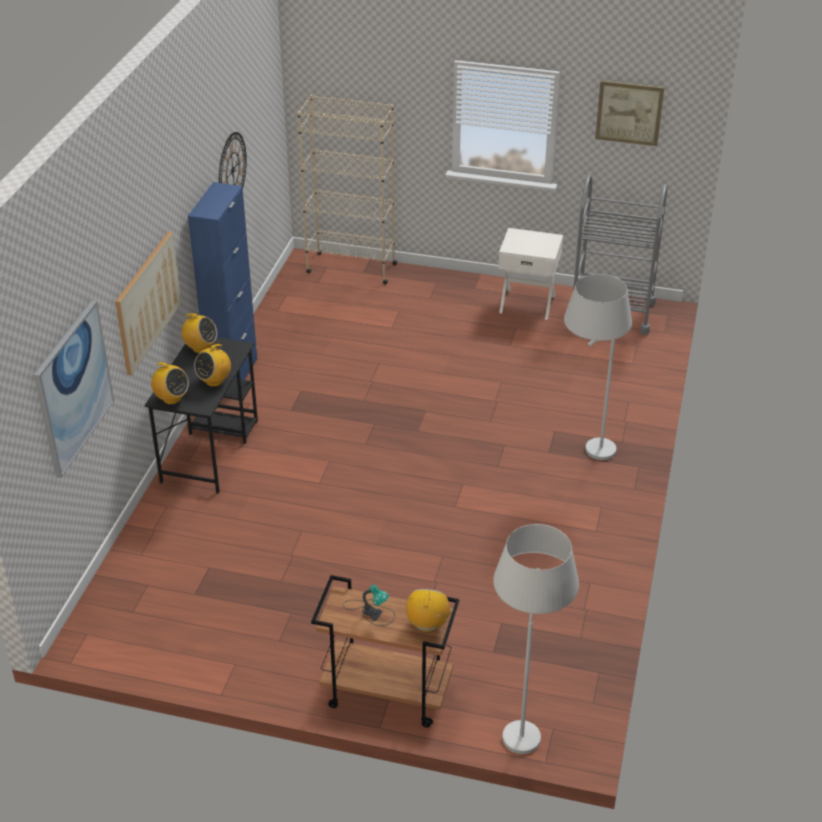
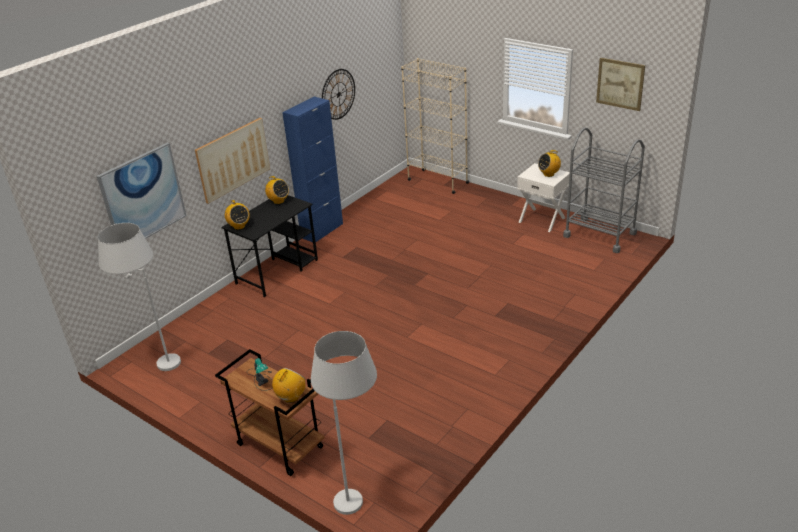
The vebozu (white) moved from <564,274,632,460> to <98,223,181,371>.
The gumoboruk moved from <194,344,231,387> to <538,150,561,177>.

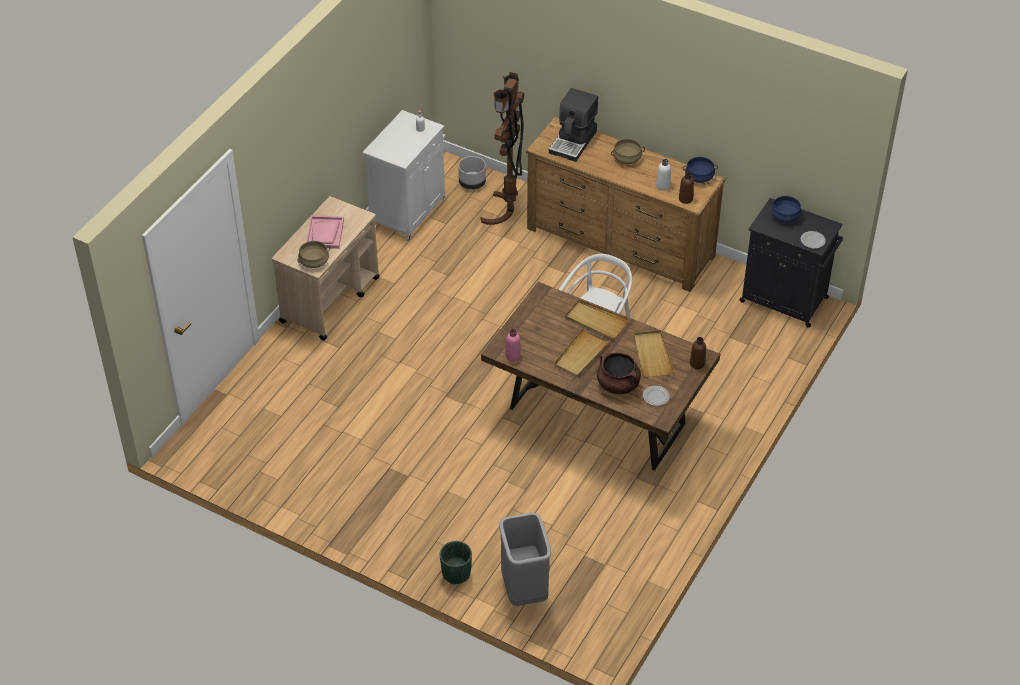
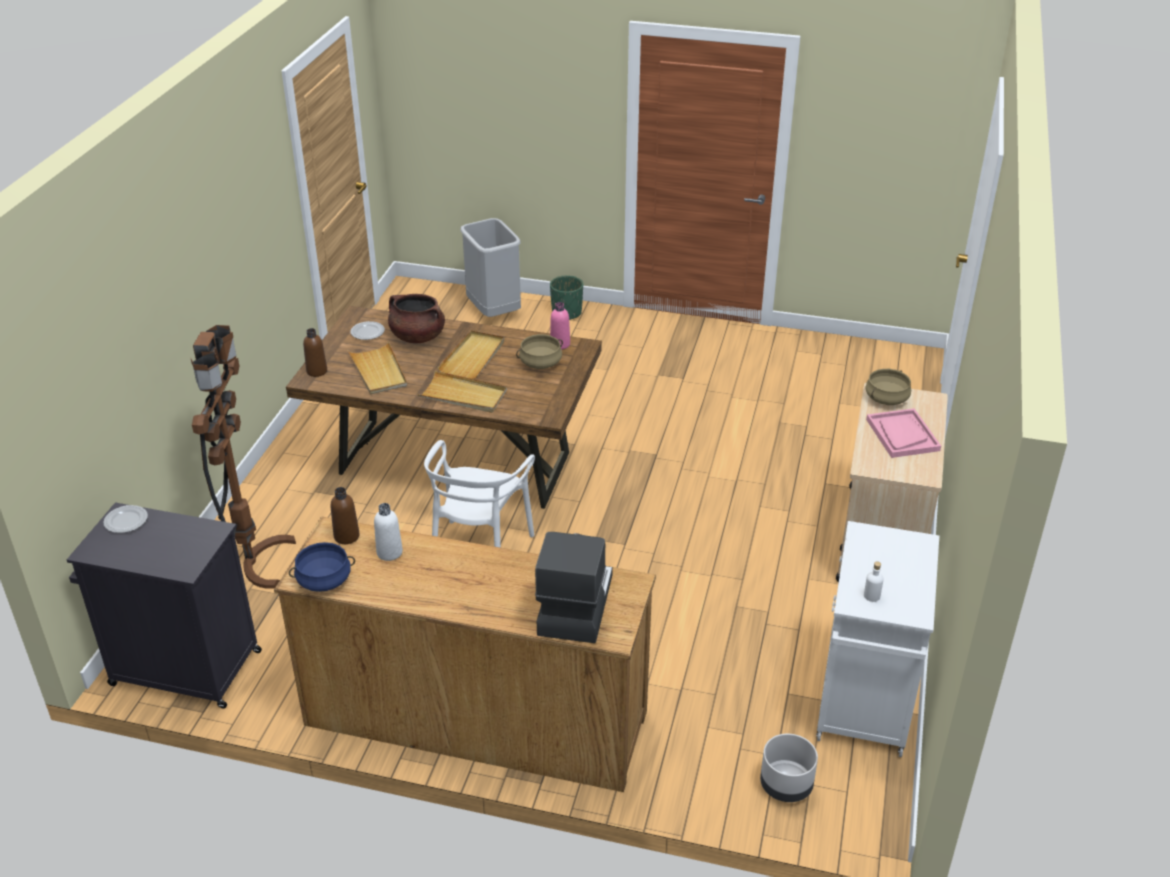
The vebozu (brown) moved from <481,72,524,225> to <191,325,296,589>.
The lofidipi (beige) moved from <611,139,645,164> to <516,334,563,369>.
The lofidipi (blue) at <771,195,801,223> disappeared.

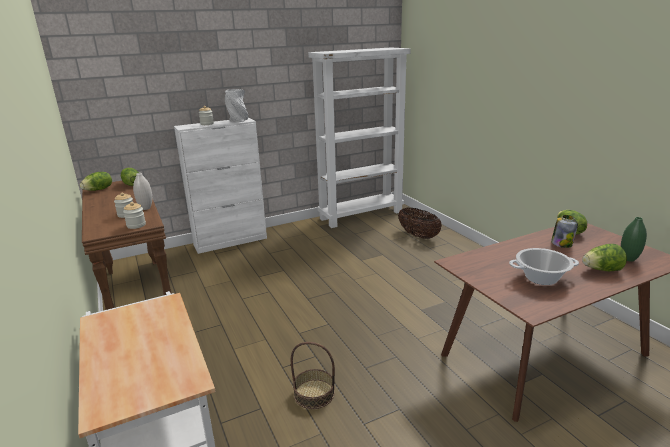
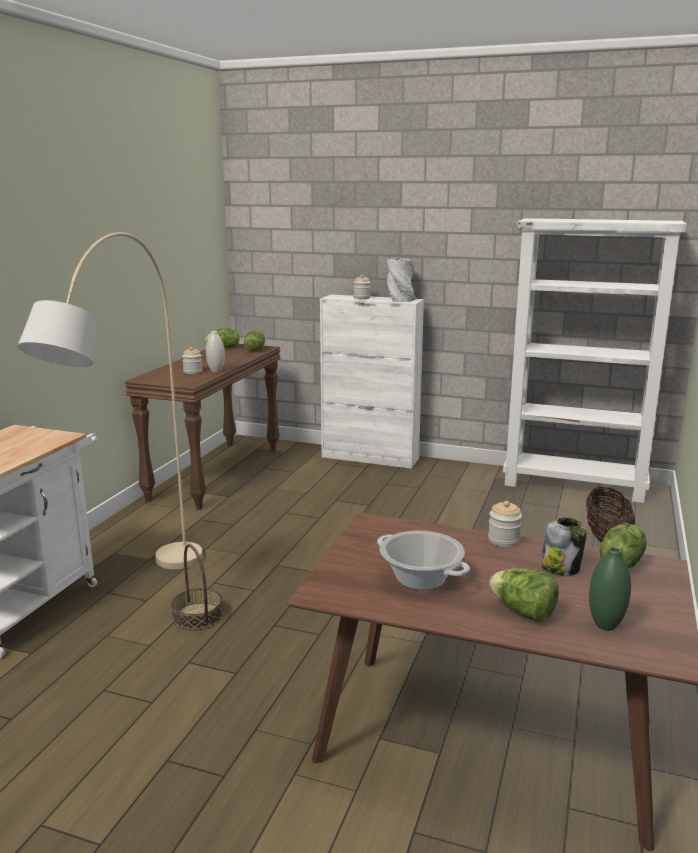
The vebozu (beige) at <17,232,203,569> appeared.
The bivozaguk moved from <123,202,146,229> to <488,501,522,547>.

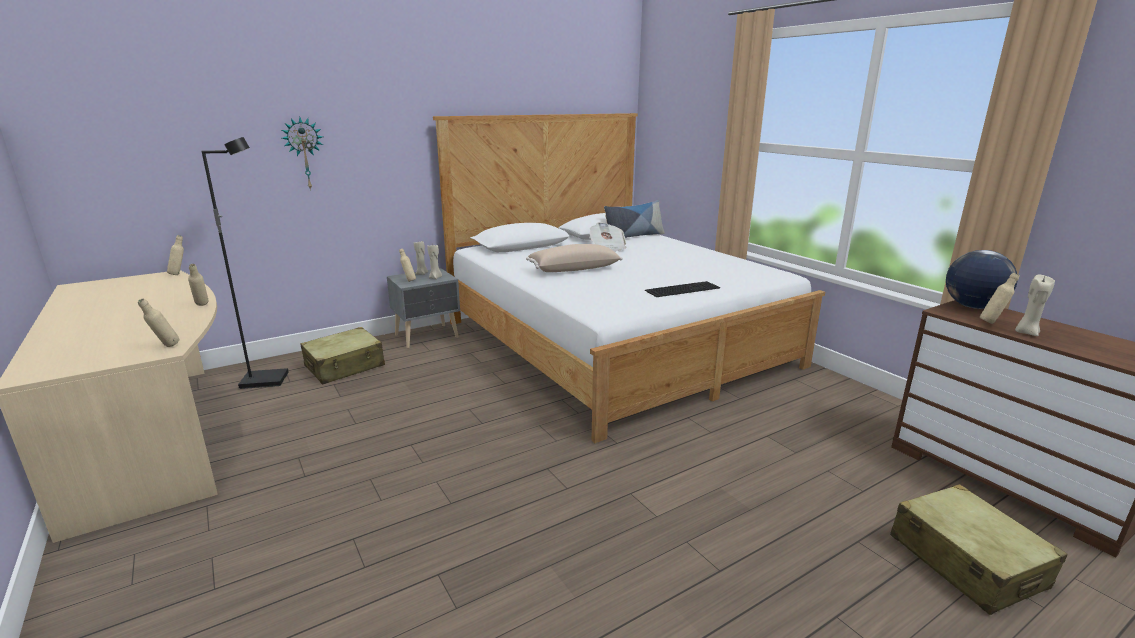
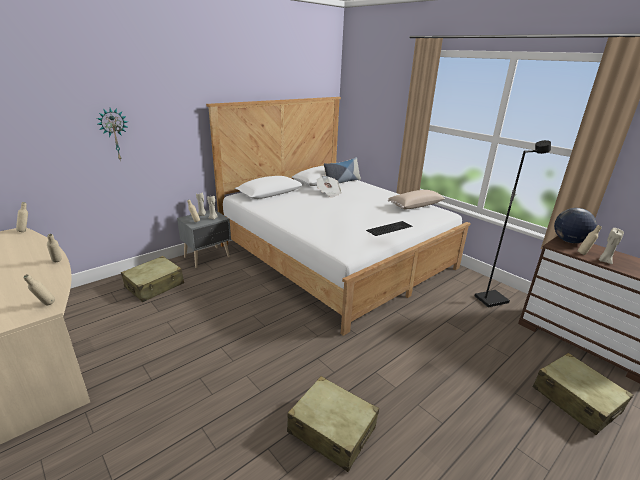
The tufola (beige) at <287,376,379,472> appeared.
The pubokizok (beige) moved from <526,244,623,272> to <388,190,445,210>.
The vebozu (black) moved from <201,137,289,389> to <475,140,551,307>.

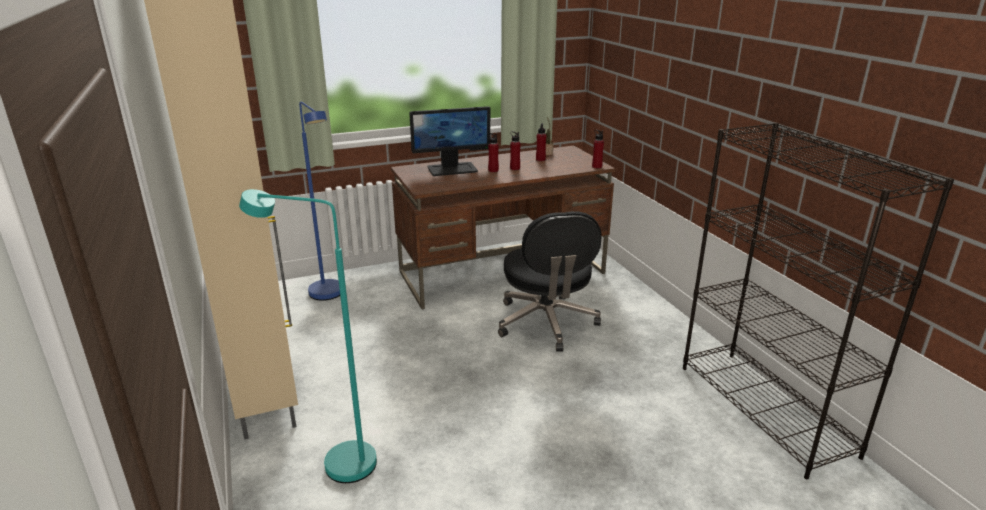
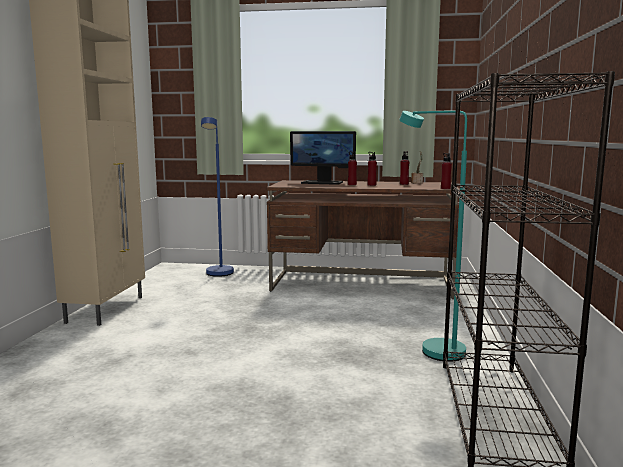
The vebozu (turquoise) moved from <239,189,377,483> to <399,110,467,362>.
The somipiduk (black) at <498,211,602,352> disappeared.

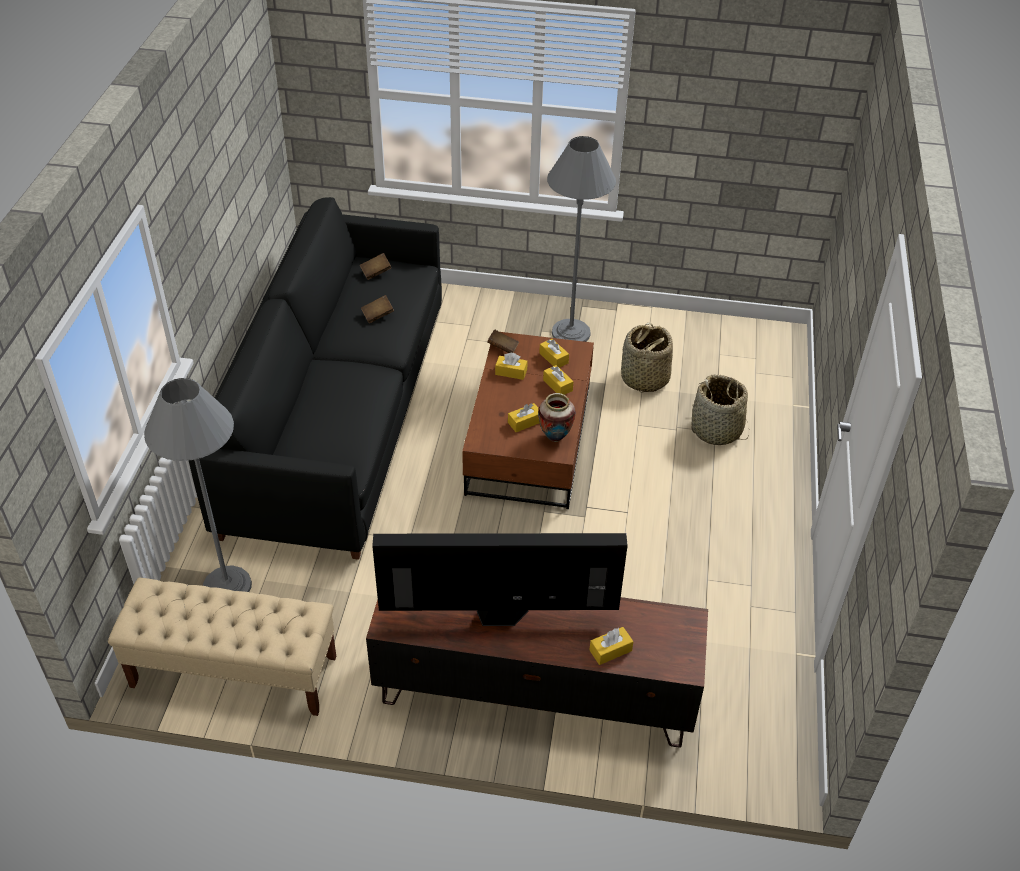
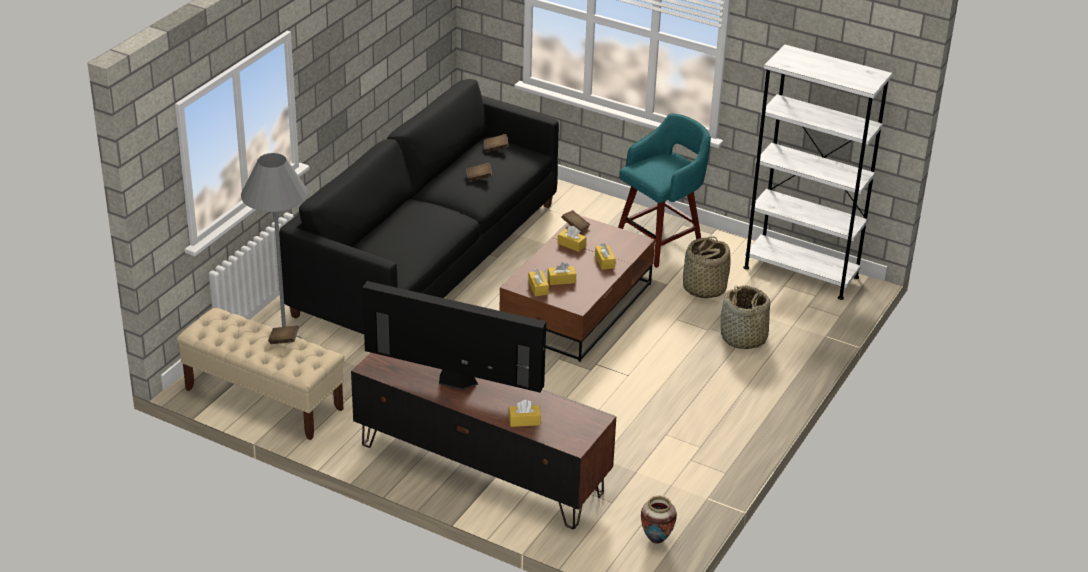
The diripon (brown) at <268,325,299,344> appeared.
The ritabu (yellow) moved from <539,339,569,368> to <528,269,549,296>.
The vebozu (grey) at <547,136,616,342> was replaced by the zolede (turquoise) at <618,113,711,268>.
The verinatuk moved from <538,393,575,442> to <641,495,677,544>.
The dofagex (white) at <743,44,892,300> appeared.

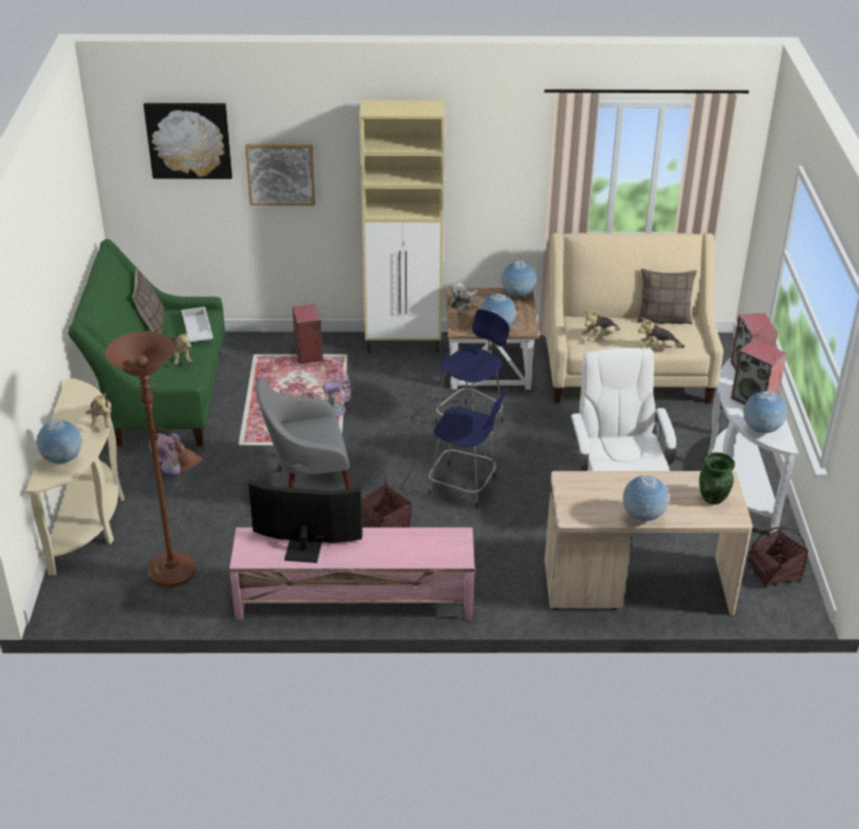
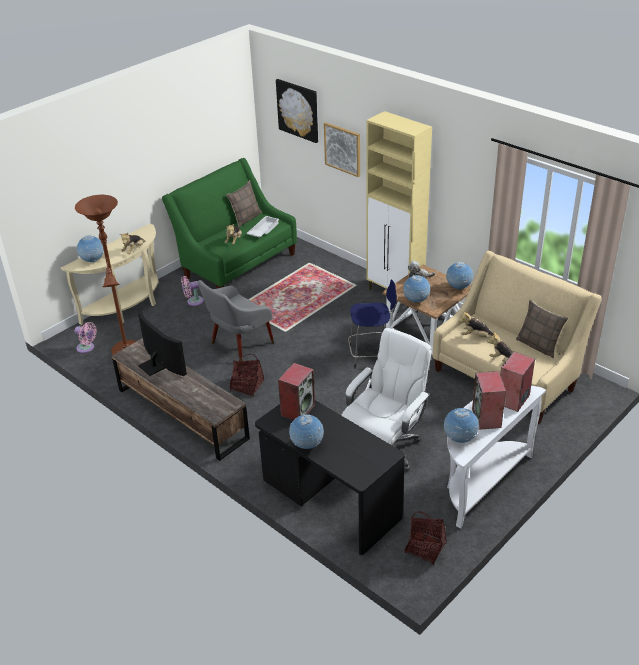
The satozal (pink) moved from <323,369,351,417> to <74,322,97,353>.
The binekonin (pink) at <230,528,475,620> became the binekonin (brown) at <112,338,250,461>.
The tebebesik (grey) at <256,377,351,490> turned 75 degrees counterclockwise.
The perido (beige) at <545,471,753,616> became the perido (black) at <255,400,405,555>.
The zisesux moved from <292,304,323,364> to <278,363,315,420>.
The zolede (blue) at <429,388,507,508> disappeared.
The verinatuk (green) at <699,452,735,505> disappeared.

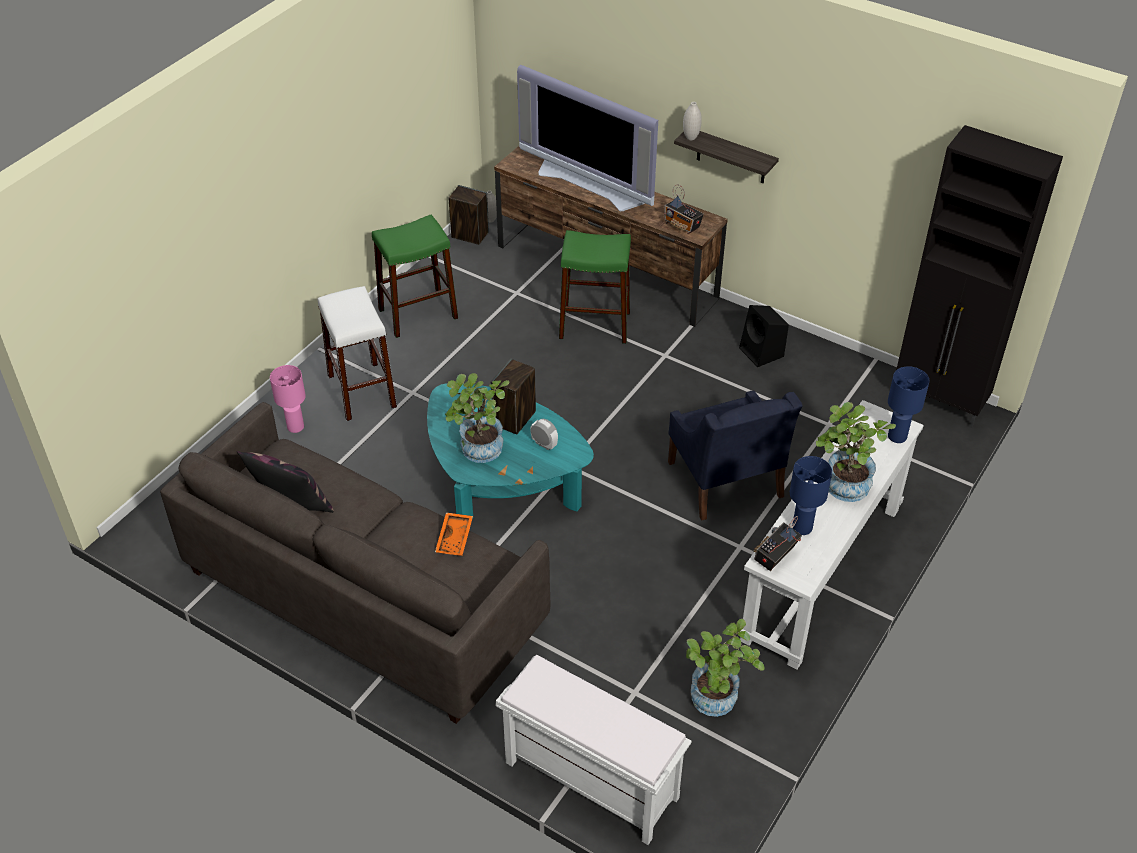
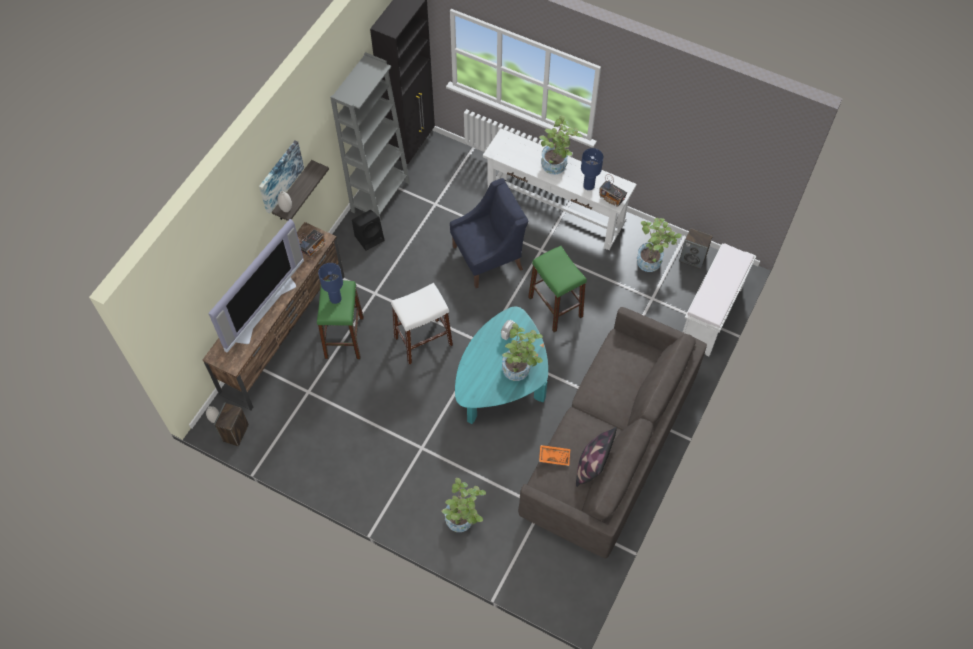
The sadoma at <259,140,304,213> appeared.
The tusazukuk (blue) moved from <888,366,930,443> to <318,263,343,304>.
The dofagex (grey) at <330,52,410,224> appeared.
The zolede (white) moved from <318,286,397,421> to <391,283,453,365>.
The tusazukuk (pink) at <270,365,306,433> was replaced by the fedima at <442,478,486,532>.
The zolede (green) moved from <372,215,458,338> to <528,246,587,332>.
The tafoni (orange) moved from <435,513,473,556> to <539,445,570,466>.
The zisesux moved from <491,358,536,435> to <679,228,713,269>.

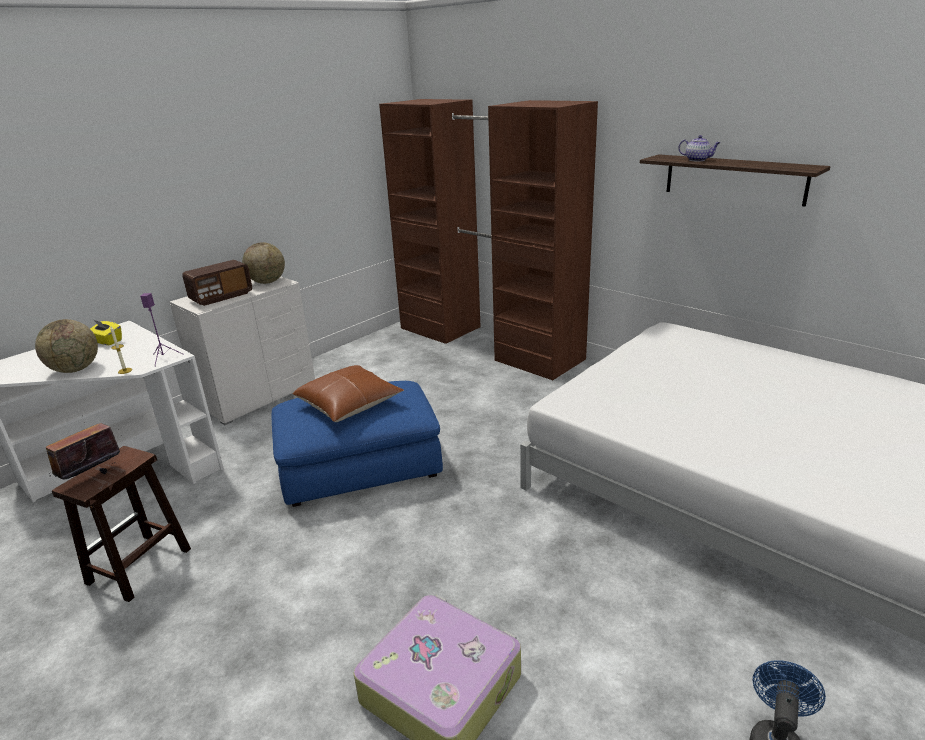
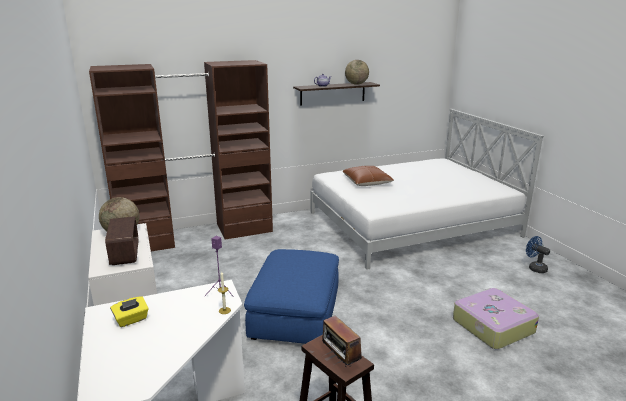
The pubokizok (brown) moved from <293,365,404,422> to <343,166,394,186>.
The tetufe moved from <35,319,98,373> to <345,60,369,85>.

